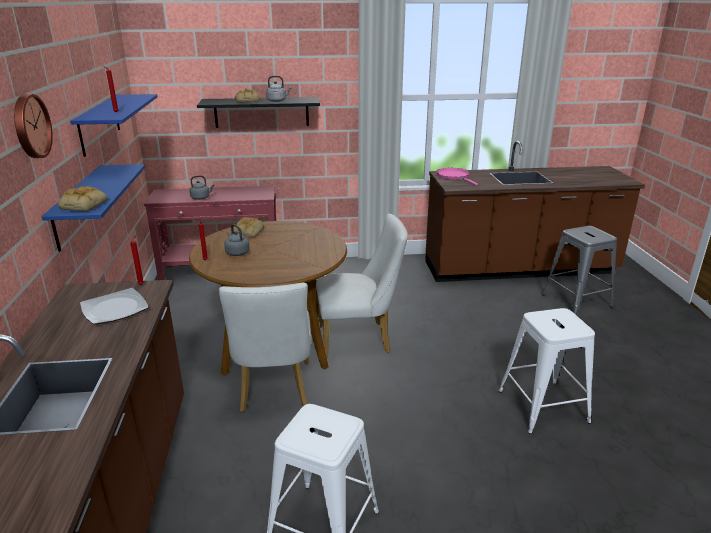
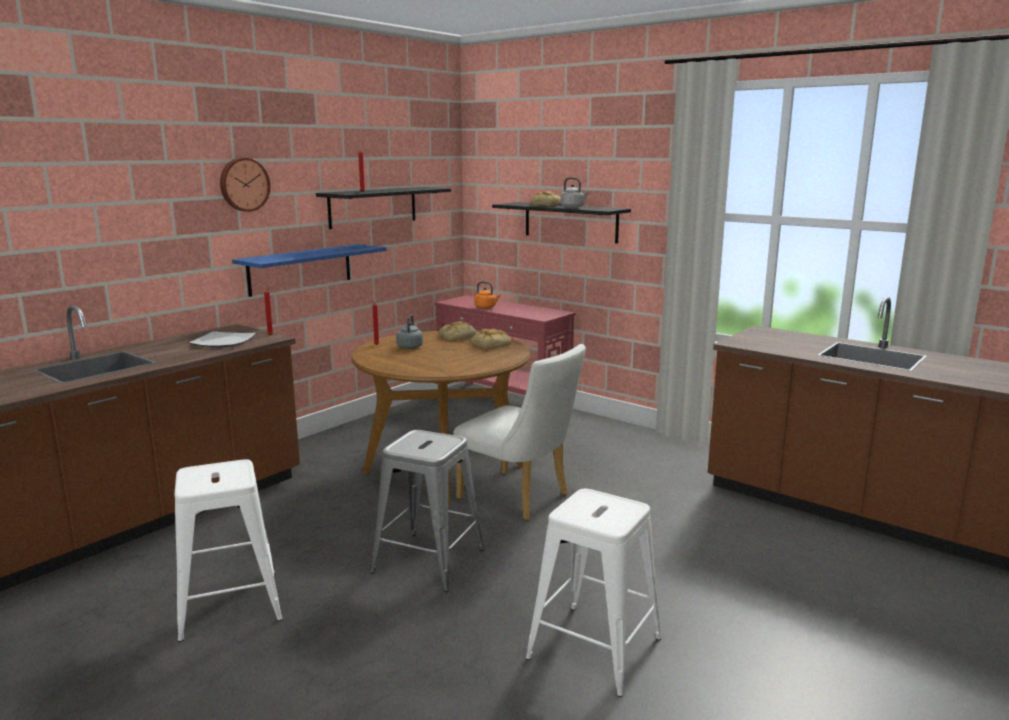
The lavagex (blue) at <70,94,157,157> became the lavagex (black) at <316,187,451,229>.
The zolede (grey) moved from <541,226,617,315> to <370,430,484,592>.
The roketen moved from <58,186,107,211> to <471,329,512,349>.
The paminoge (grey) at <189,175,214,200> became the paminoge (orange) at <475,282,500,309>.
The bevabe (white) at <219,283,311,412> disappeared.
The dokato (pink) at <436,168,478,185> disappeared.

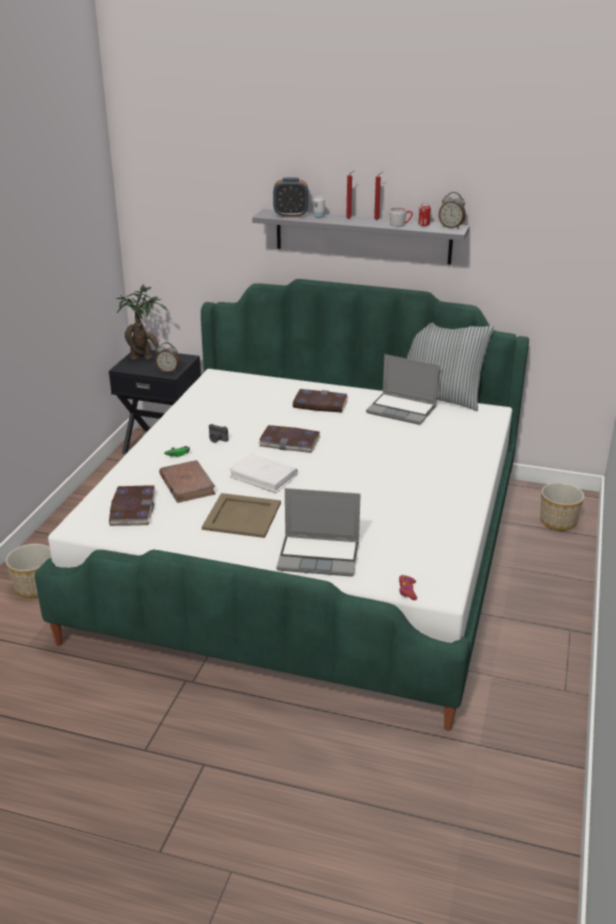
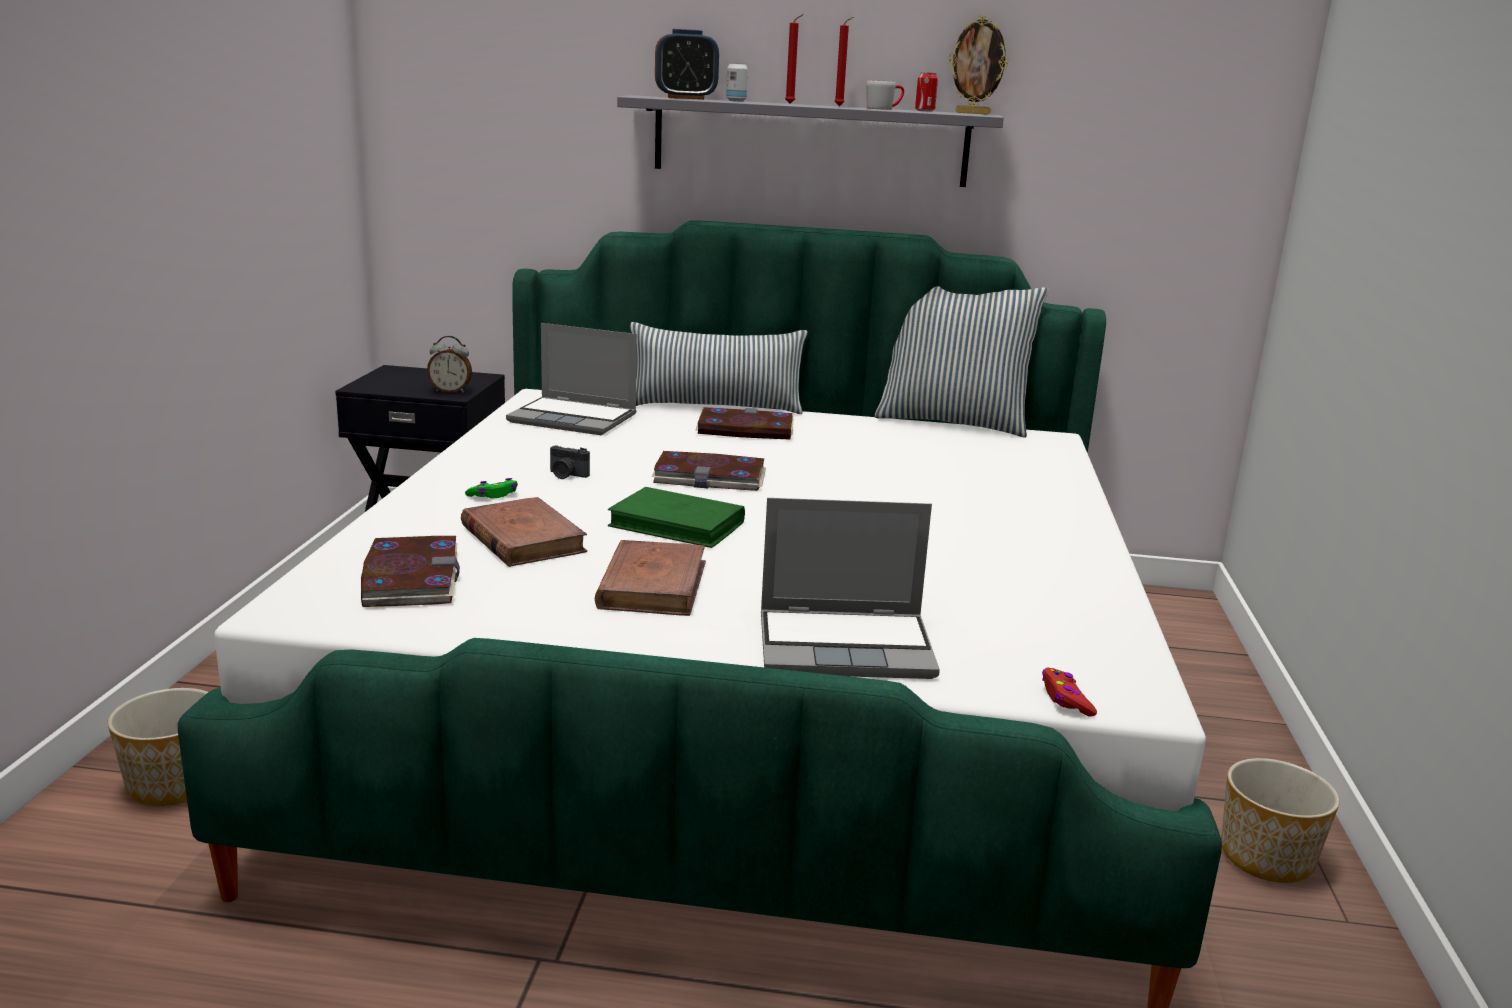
The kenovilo moved from <366,354,439,425> to <506,323,637,435>.
The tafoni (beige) at <202,493,281,538> was replaced by the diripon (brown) at <595,540,706,616>.
The diripon (white) at <229,453,298,493> became the diripon (green) at <608,487,745,548>.
The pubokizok at <630,322,808,414> appeared.
The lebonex at <439,192,466,229> was replaced by the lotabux at <948,16,1009,115>.
The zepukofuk moved from <540,483,584,531> to <1221,758,1340,883>.
The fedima at <116,284,168,359> disappeared.

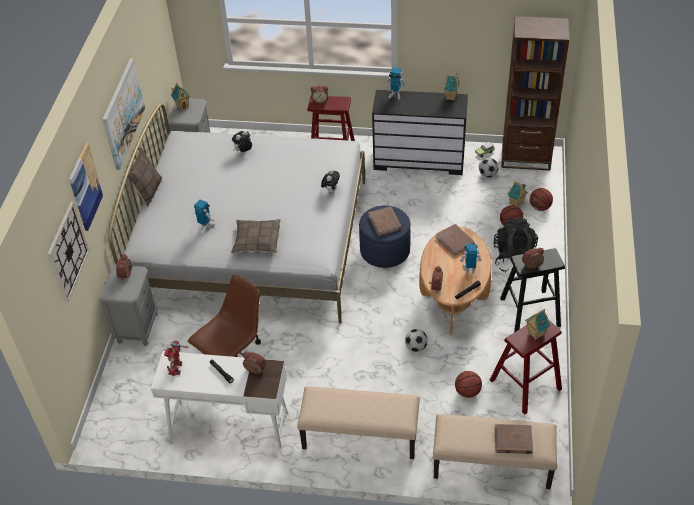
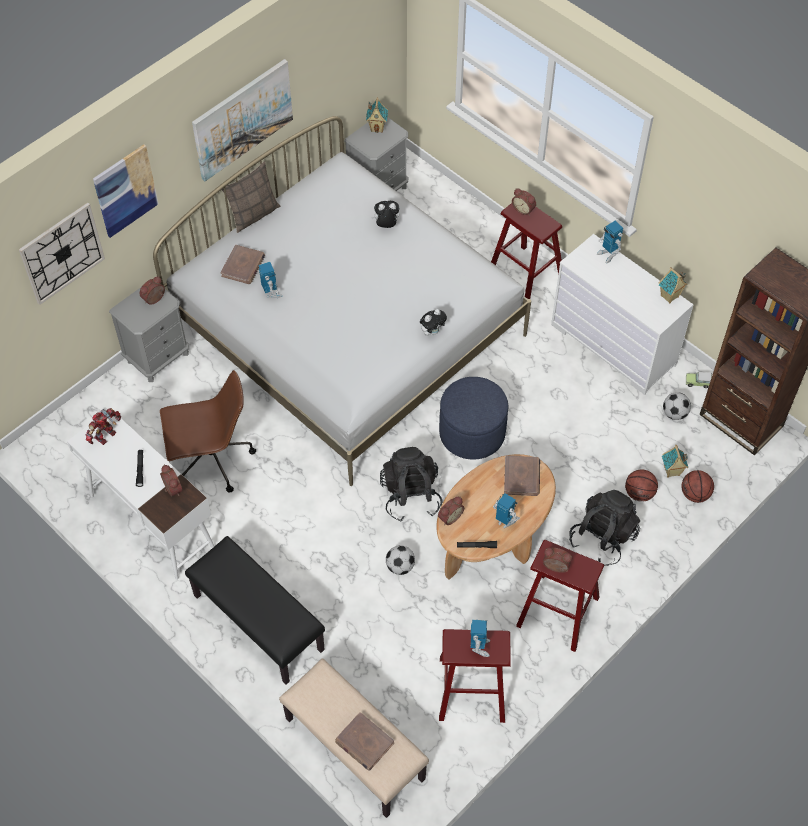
The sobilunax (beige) at <297,386,420,459> became the sobilunax (black) at <185,536,325,685>.
The diripon (brown) moved from <368,207,402,236> to <221,245,265,284>.
The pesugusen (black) at <380,447,443,521> appeared.
The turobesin at <525,309,551,340> was replaced by the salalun at <470,620,490,657>.
The zolede (black) at <500,248,565,332> became the zolede (red) at <516,540,604,652>.
The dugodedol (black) at <372,90,468,175> became the dugodedol (white) at <551,234,694,395>.
The pubokizok at <231,219,281,253> disappeared.
The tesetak at <455,371,482,398> disappeared.

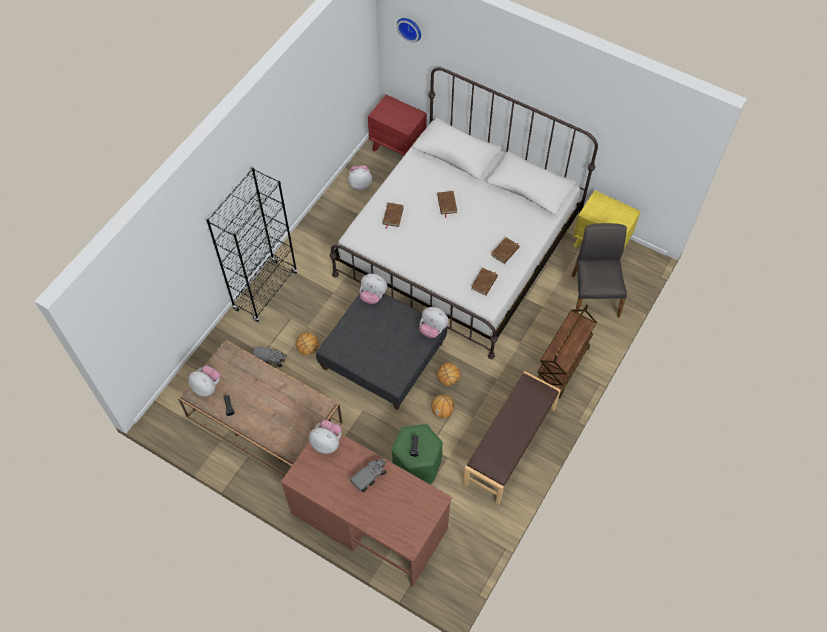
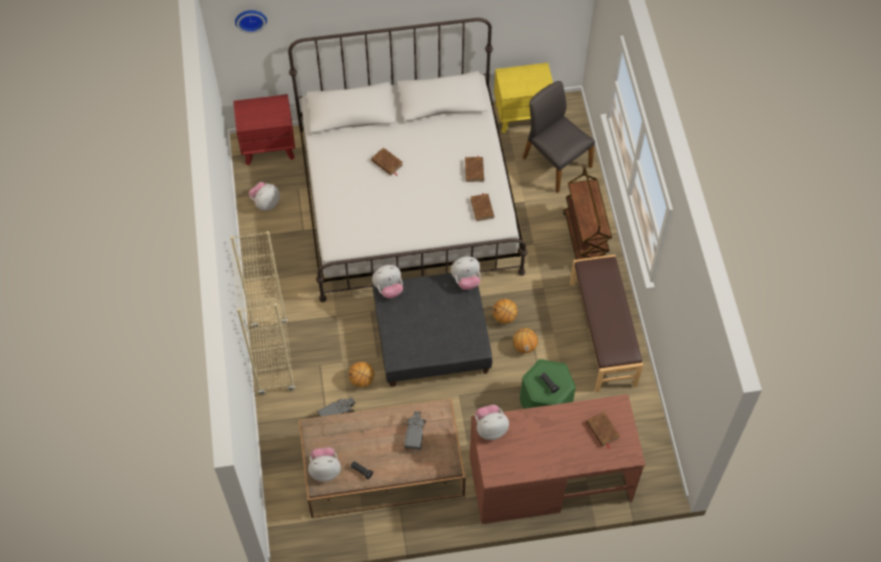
The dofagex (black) at <206,167,298,322> became the dofagex (beige) at <230,231,295,395>.
The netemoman moved from <350,457,387,492> to <404,411,426,450>.
The diripon (brown) moved from <383,203,404,229> to <586,412,620,449>.

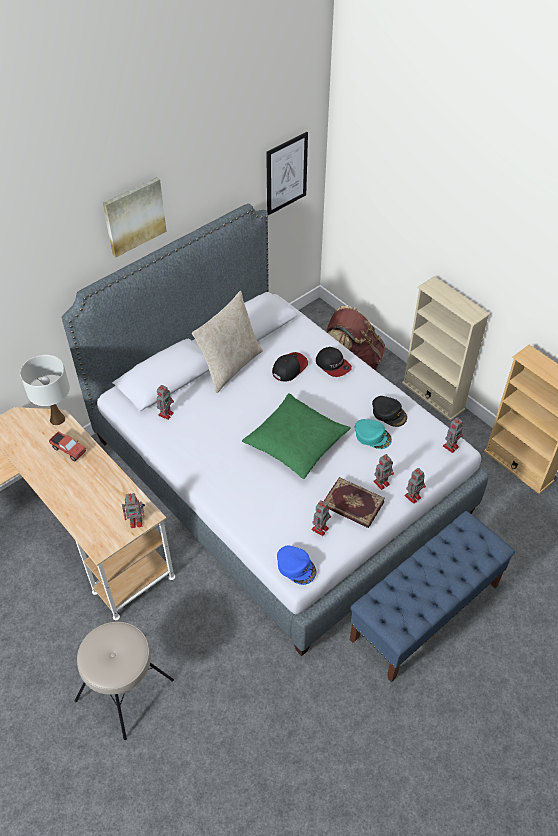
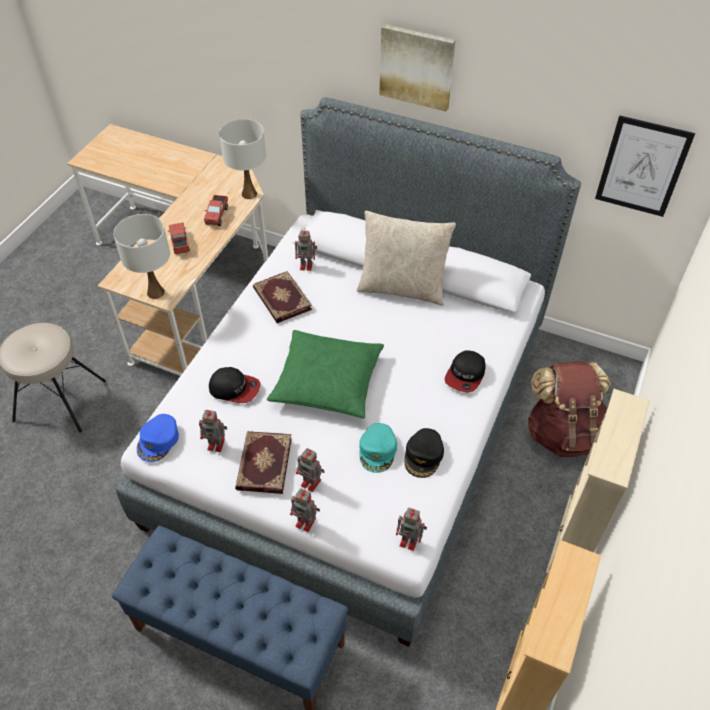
The salalun at <122,493,145,528> was replaced by the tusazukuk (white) at <113,214,170,299>.
The netemoman at <168,223,190,254> appeared.
The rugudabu moved from <272,352,308,382> to <209,367,261,403>.
The diripon at <253,271,312,323> appeared.

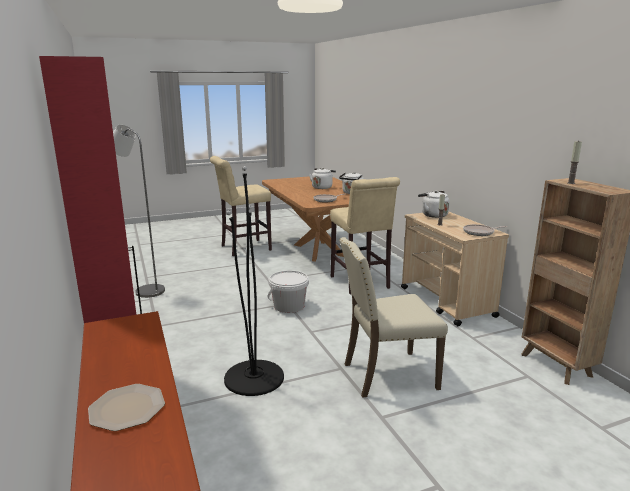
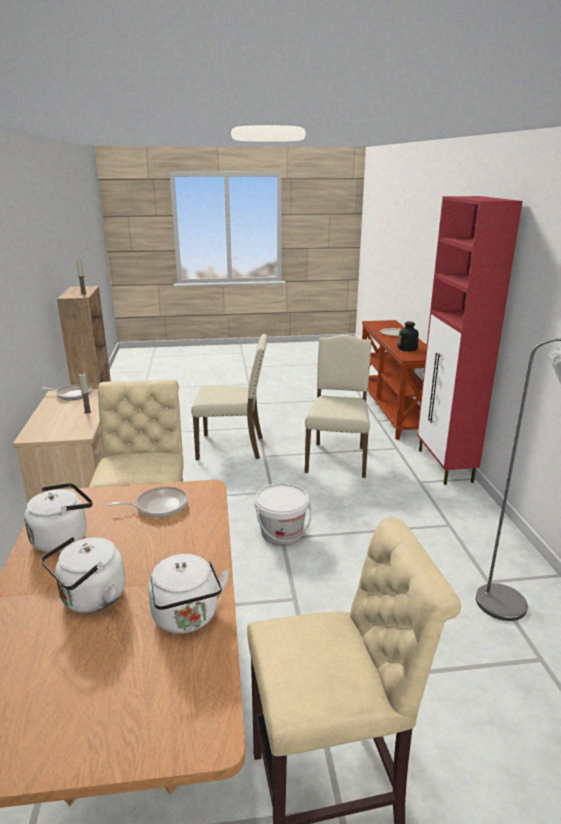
The paminoge (white) moved from <418,191,450,218> to <148,554,229,634>.
The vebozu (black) at <224,166,284,396> was replaced by the bevabe (beige) at <305,335,371,478>.
The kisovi at <397,321,419,351> appeared.

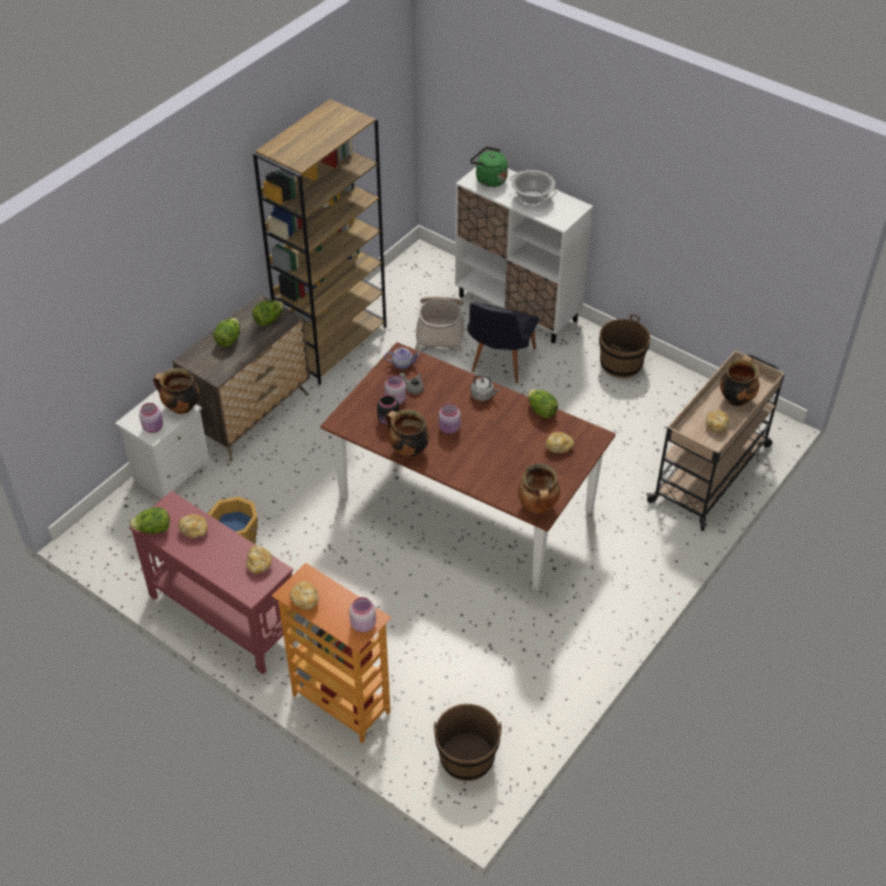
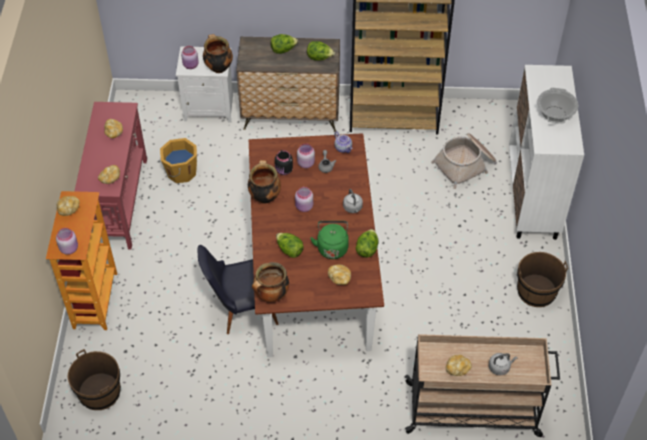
The bevabe (black) moved from <467,303,539,383> to <198,245,278,334>.
The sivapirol moved from <129,507,170,534> to <276,233,304,258>.
The paminoge (green) moved from <470,147,508,187> to <310,221,349,259>.
The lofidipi at <720,355,760,406> was replaced by the paminoge (grey) at <489,353,517,376>.

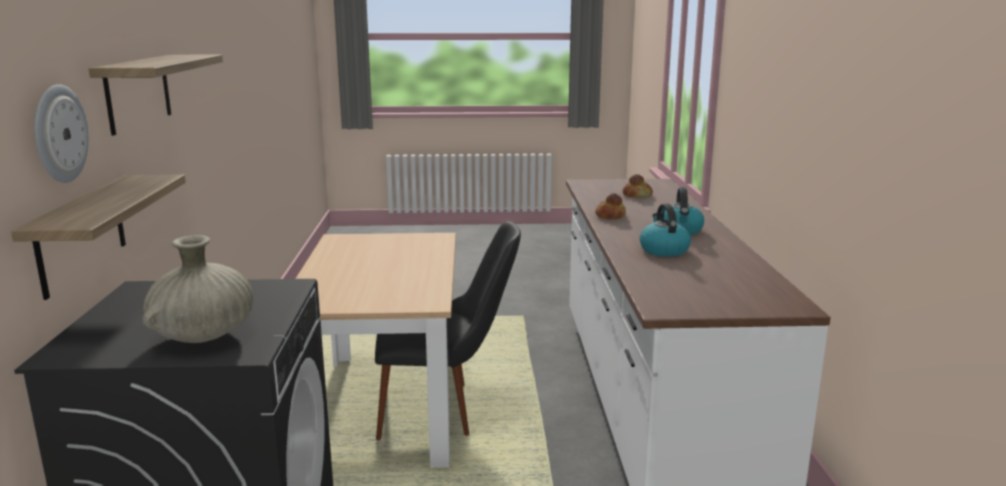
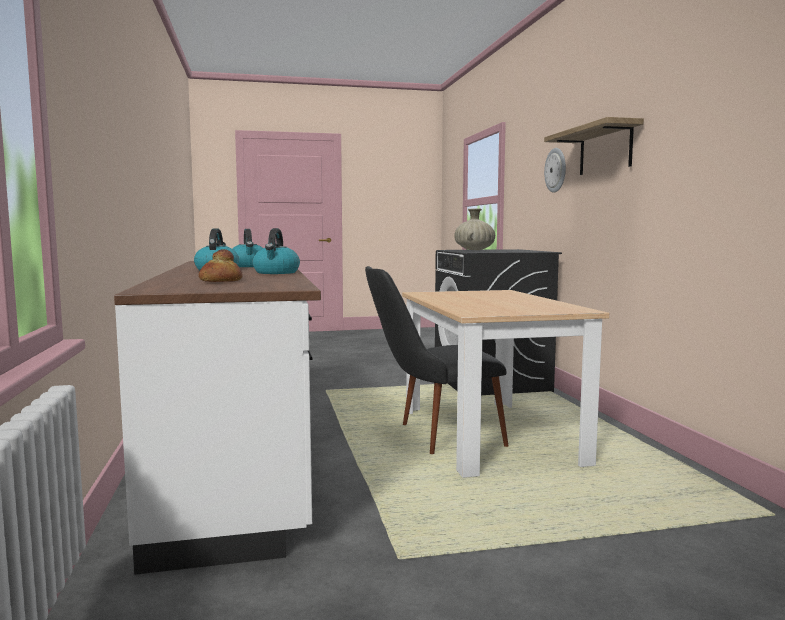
The roketen at <595,193,626,219> was replaced by the paminoge at <253,228,300,274>.
The lavagex at <11,175,186,300> disappeared.

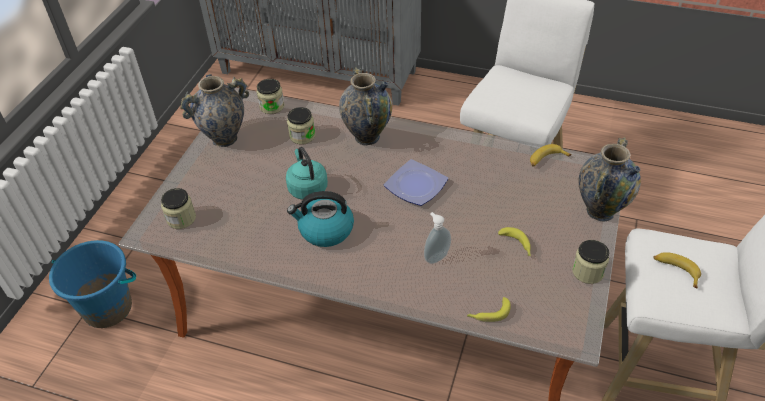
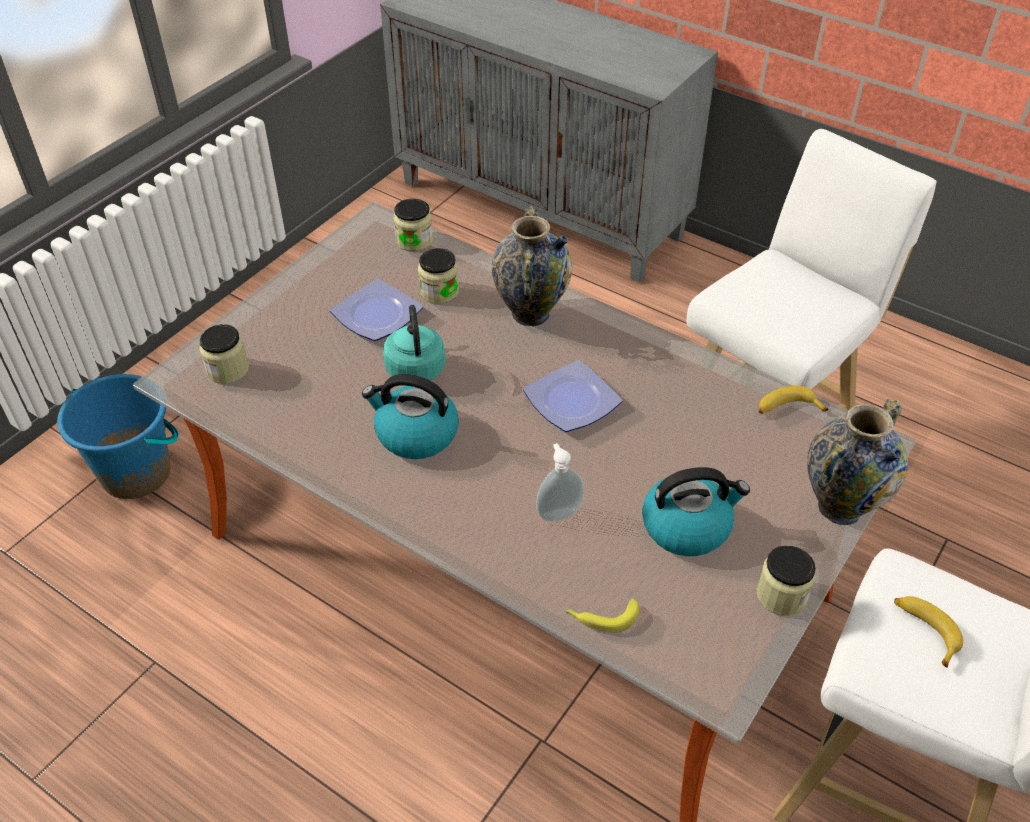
The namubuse at <330,279,423,341> appeared.
The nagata at <498,227,531,256> was replaced by the paminoge at <642,467,750,556>.
The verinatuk at <180,74,249,147> disappeared.

